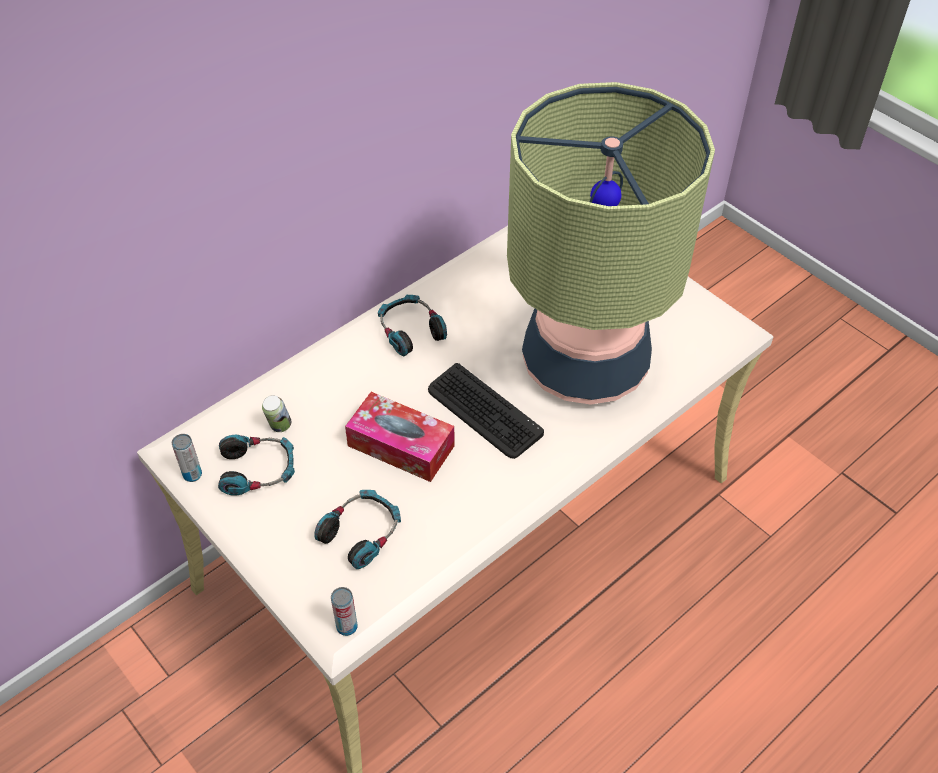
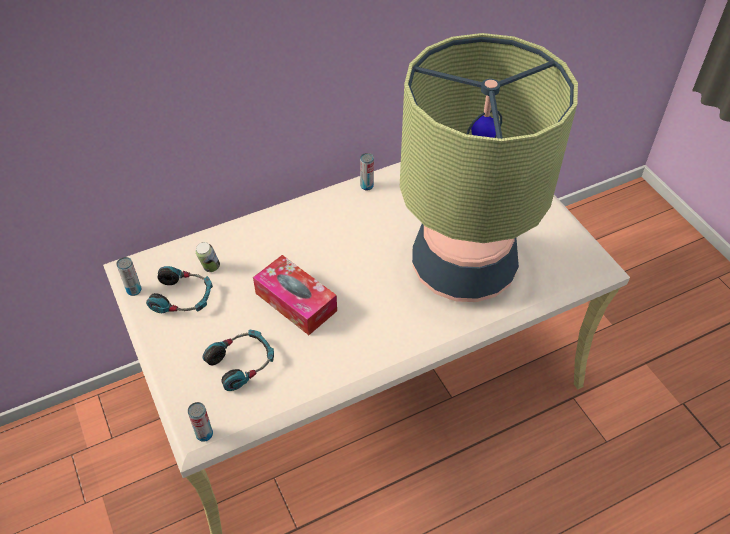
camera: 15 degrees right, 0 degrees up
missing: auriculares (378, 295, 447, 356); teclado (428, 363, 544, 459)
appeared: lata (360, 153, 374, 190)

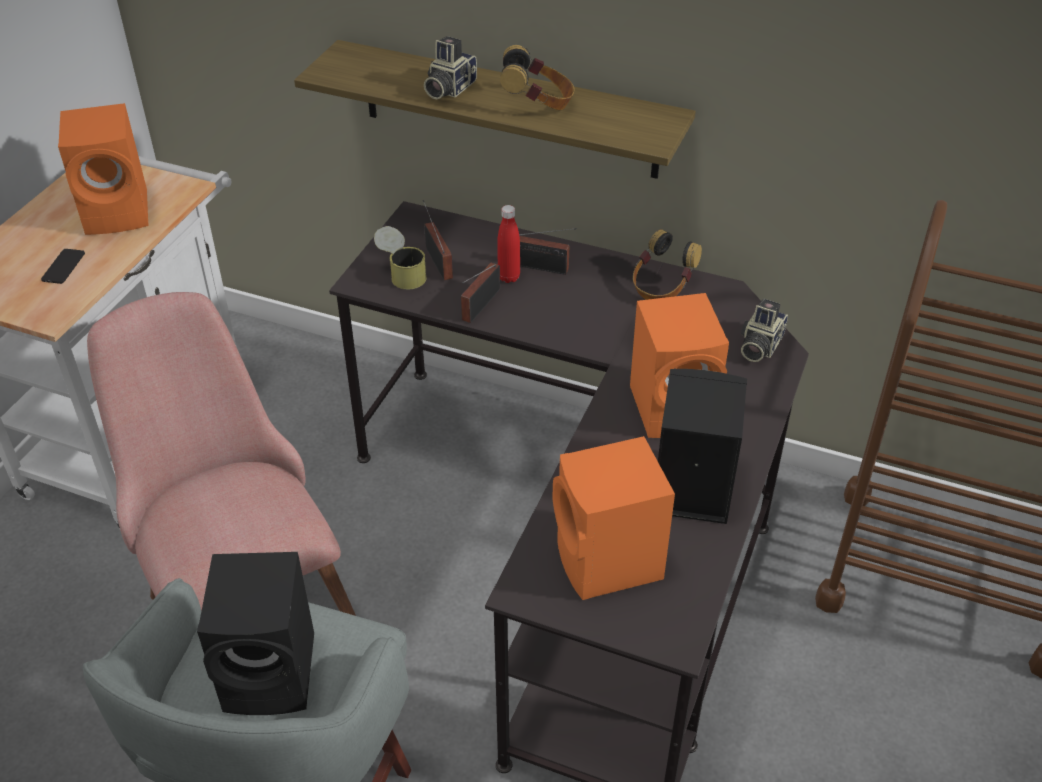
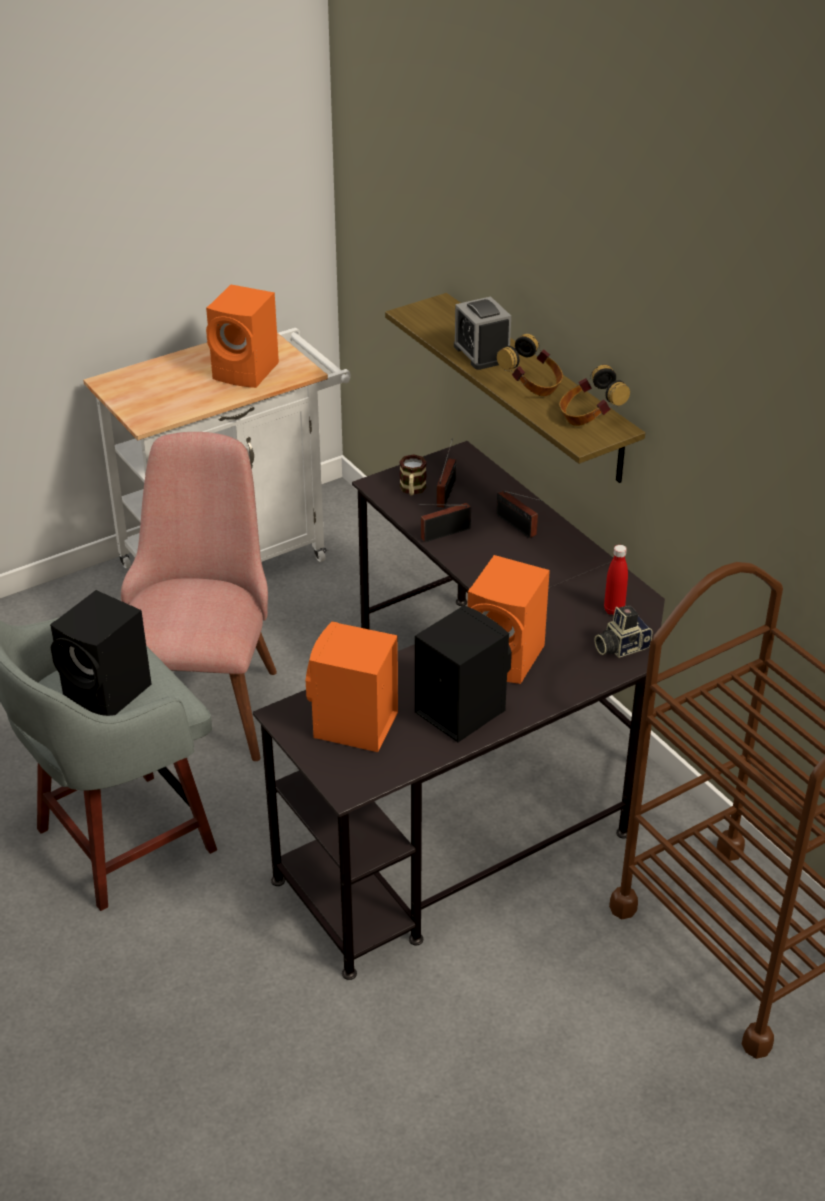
camera: 35 degrees right, 5 degrees down
missing: móvil (41, 249, 85, 284)
relocated: auriculares (633, 229, 702, 300) to (559, 365, 630, 426); botella/rojo (497, 205, 520, 283) to (604, 545, 628, 615)
exchanged: lata (374, 226, 427, 289) to taza grande (399, 454, 427, 496); cámara (424, 36, 477, 99) to despertador (454, 296, 511, 370)

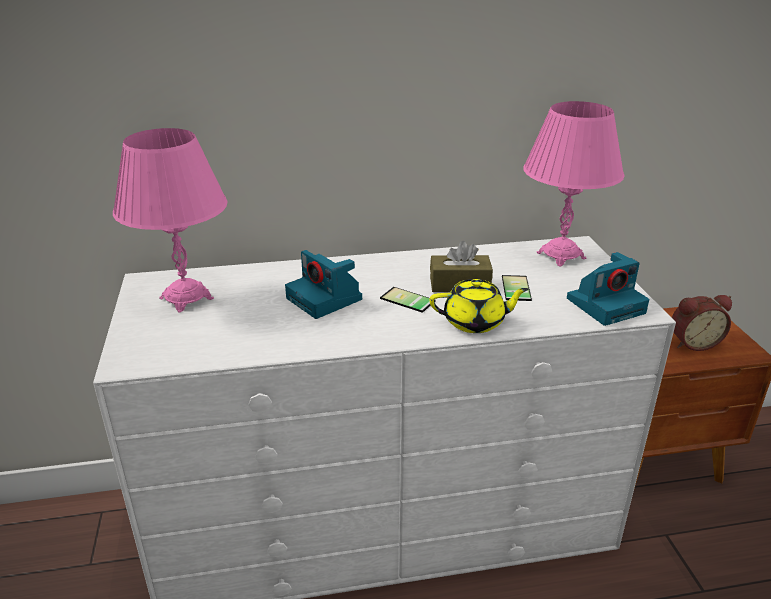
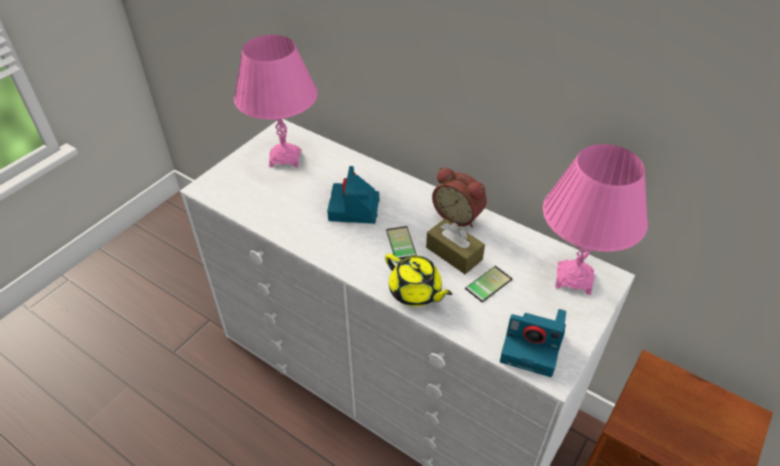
camera: 45 degrees right, 15 degrees up
relocated: despertador (672, 295, 732, 351) to (432, 167, 487, 228)

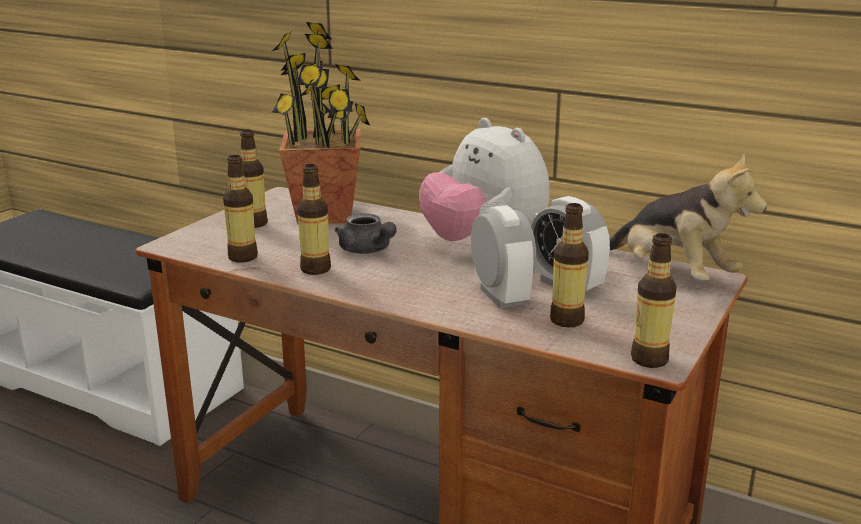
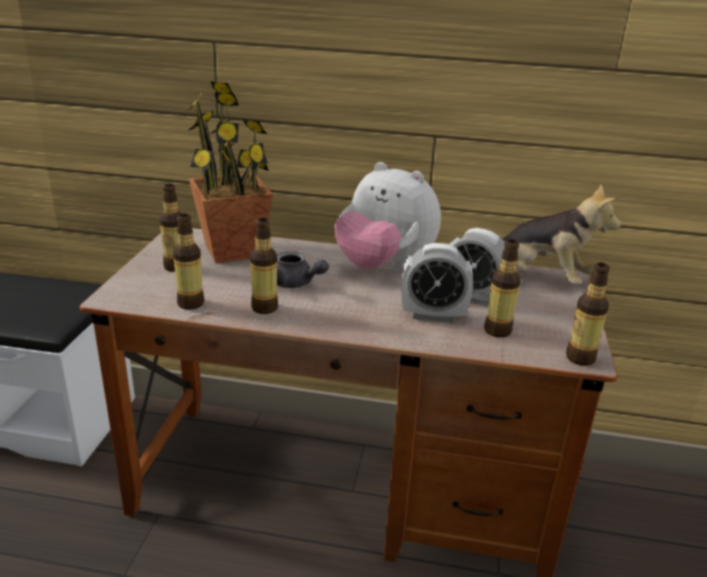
camera: 20 degrees left, 5 degrees up
spun: despertador (471, 205, 536, 308) = (401, 243, 473, 323) 135 degrees clockwise

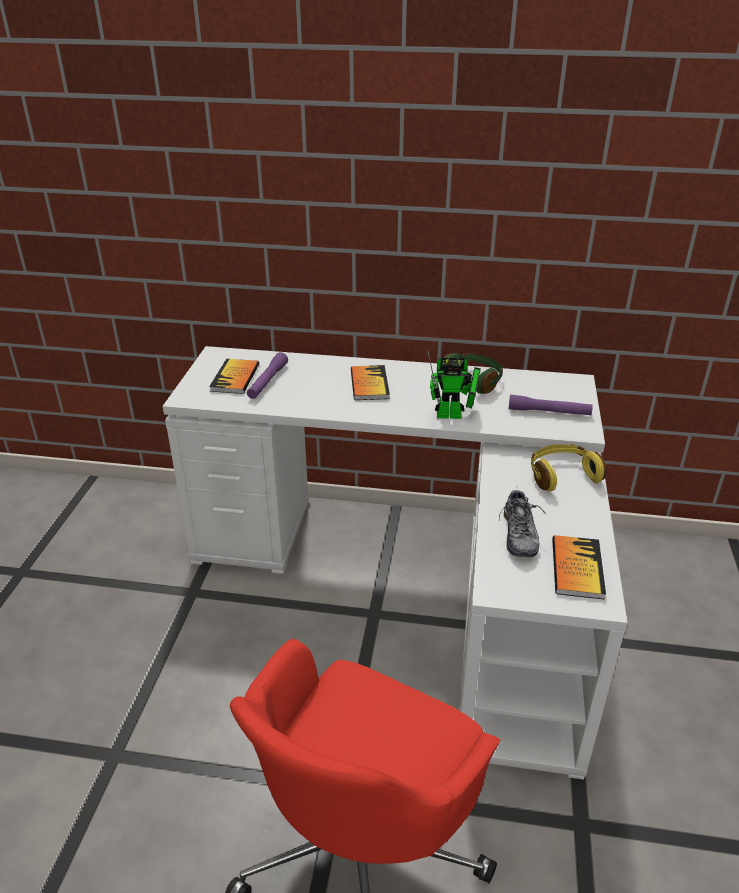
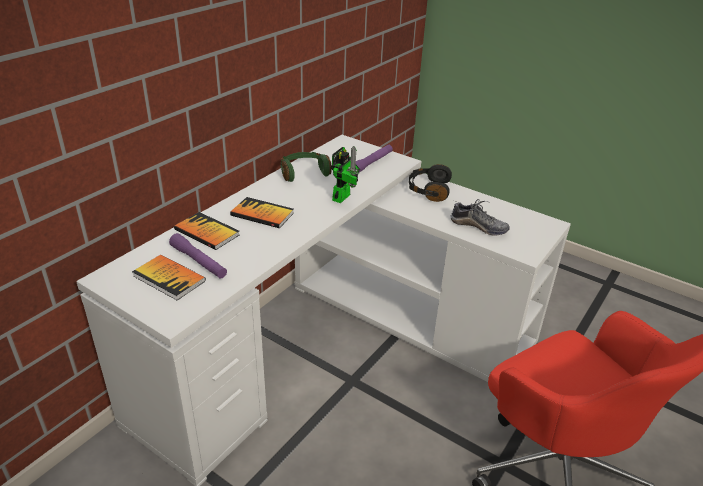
camera: 65 degrees left, 0 degrees up
relocated: libro (552, 535, 606, 600) to (174, 212, 239, 250)
colour: auriculares/amarillo (531, 444, 606, 492) to auriculares/negro (409, 164, 452, 202)

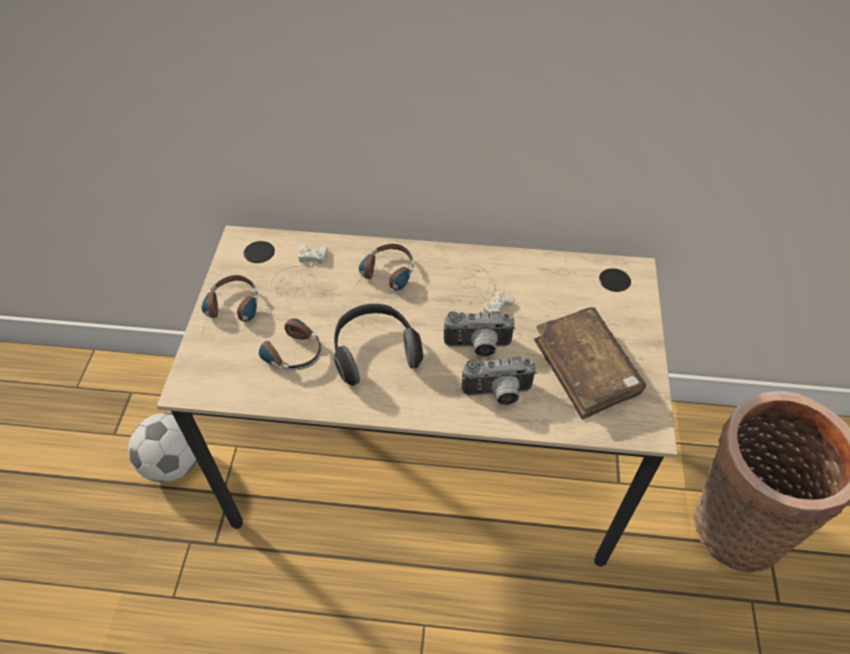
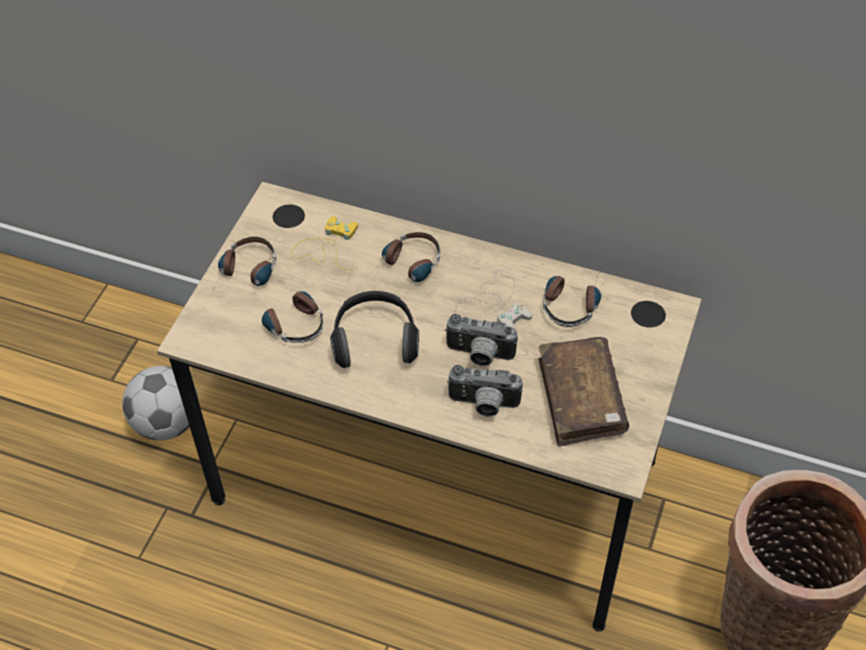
camera: 15 degrees right, 0 degrees up
appeared: auriculares (543, 271, 601, 327)
colour: mando de consola/blanco (271, 244, 339, 291) to mando de consola/amarillo (291, 216, 358, 270)

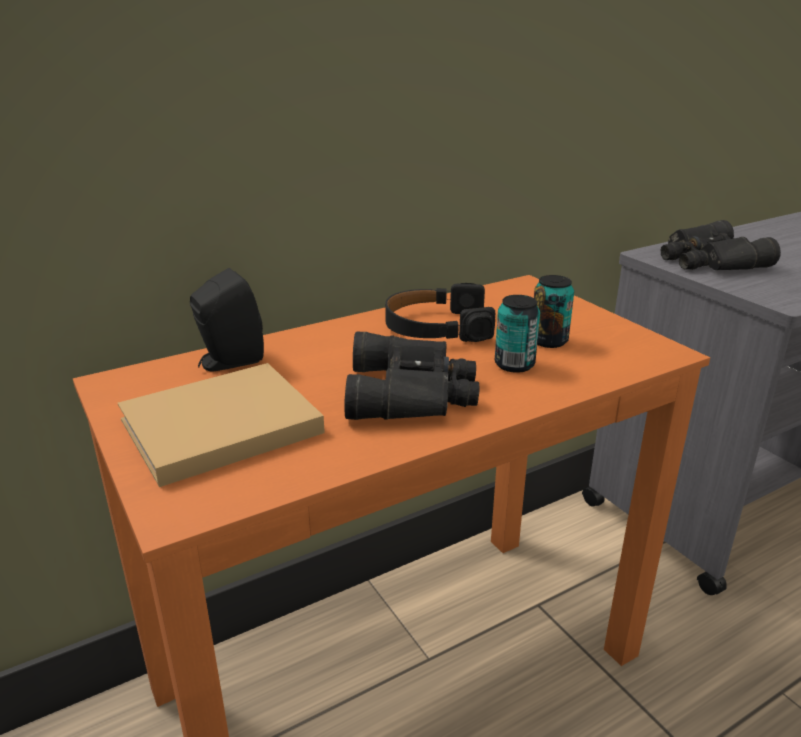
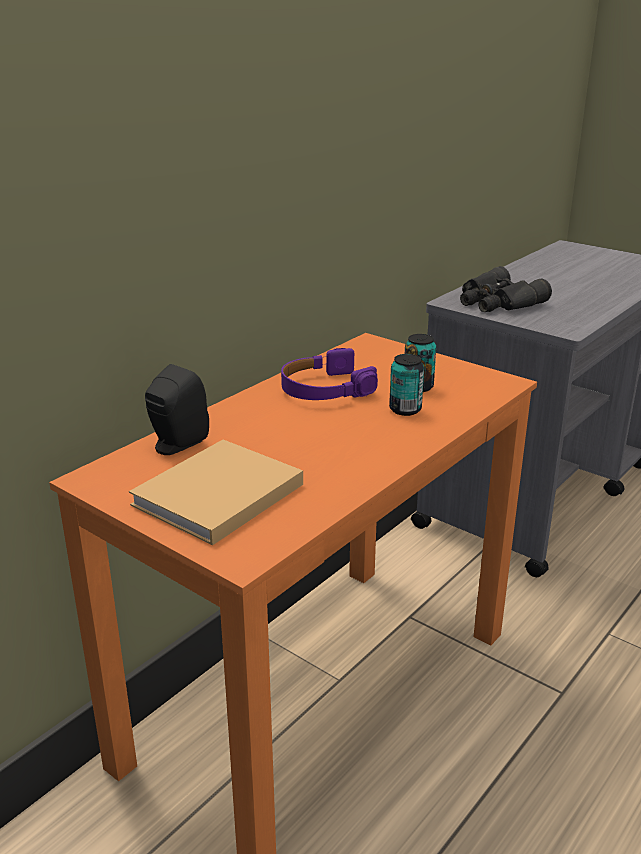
camera: 20 degrees left, 0 degrees up
missing: prismáticos/negro (344, 331, 480, 420)
colour: auriculares/negro (385, 283, 495, 342) to auriculares/morado (281, 348, 378, 400)

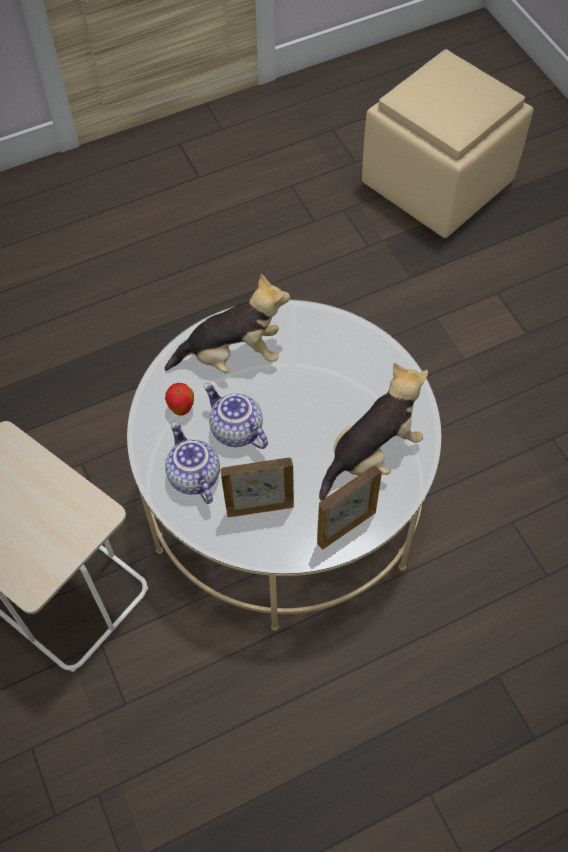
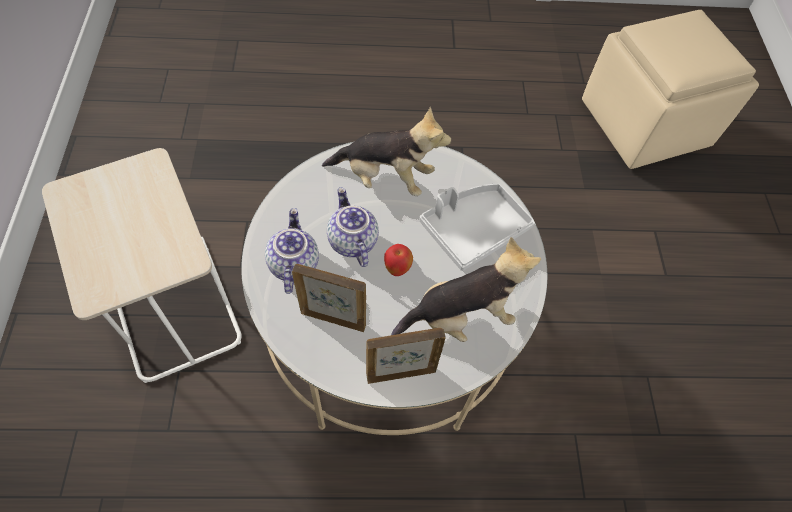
camera: 20 degrees right, 0 degrees up
appeared: bandeja/gris (419, 184, 535, 271)
relocated: manzana (165, 383, 194, 415) to (384, 244, 413, 276)

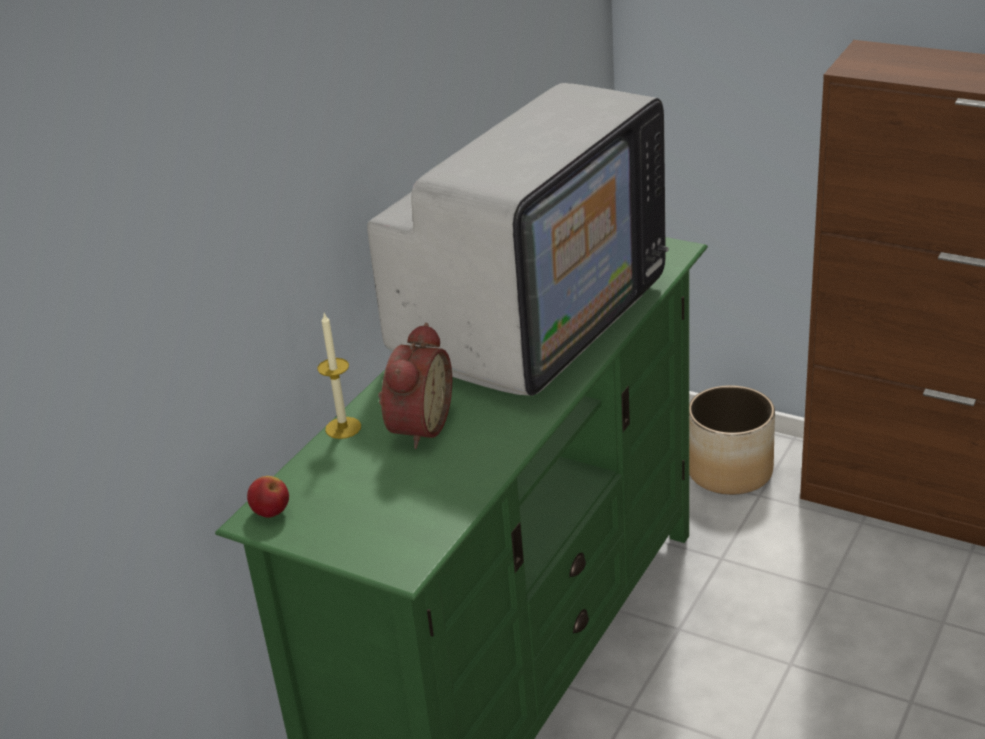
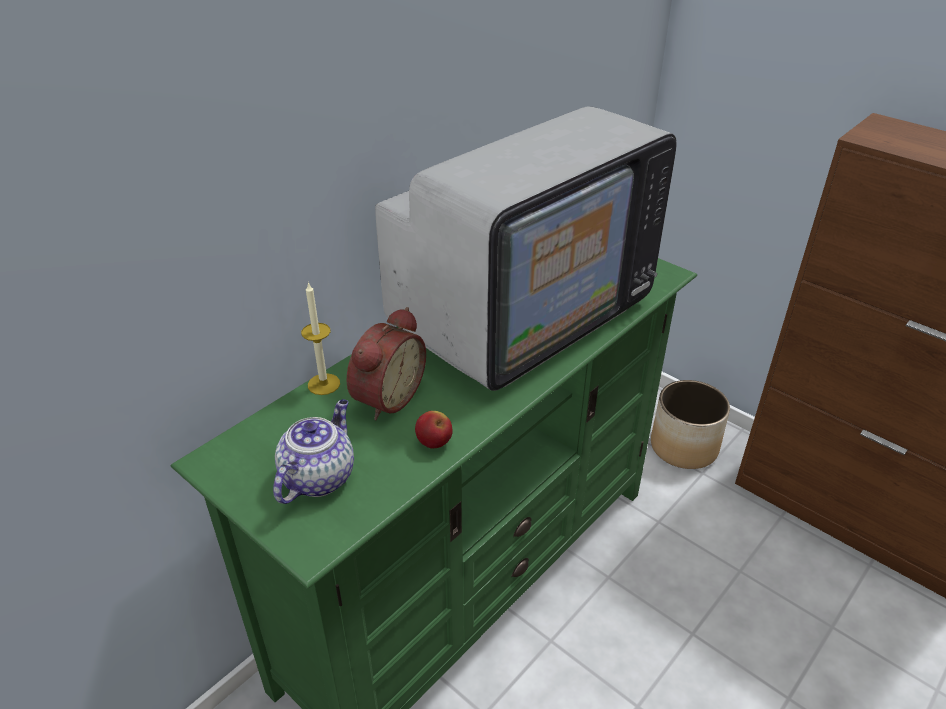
camera: 10 degrees right, 5 degrees up
appeared: tetera (273, 399, 354, 504)
relocated: manzana (247, 476, 289, 518) to (415, 411, 453, 449)

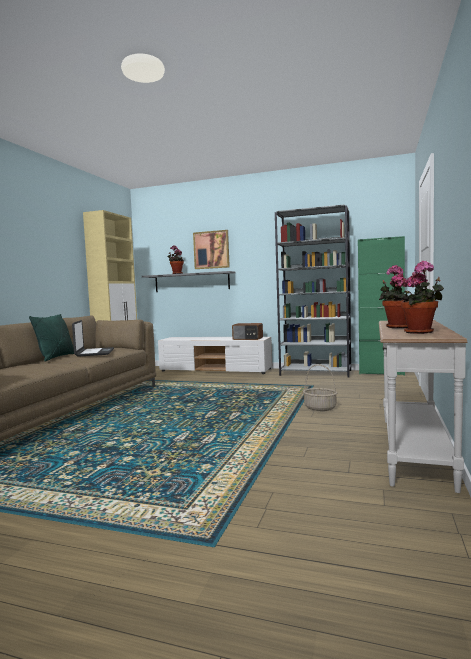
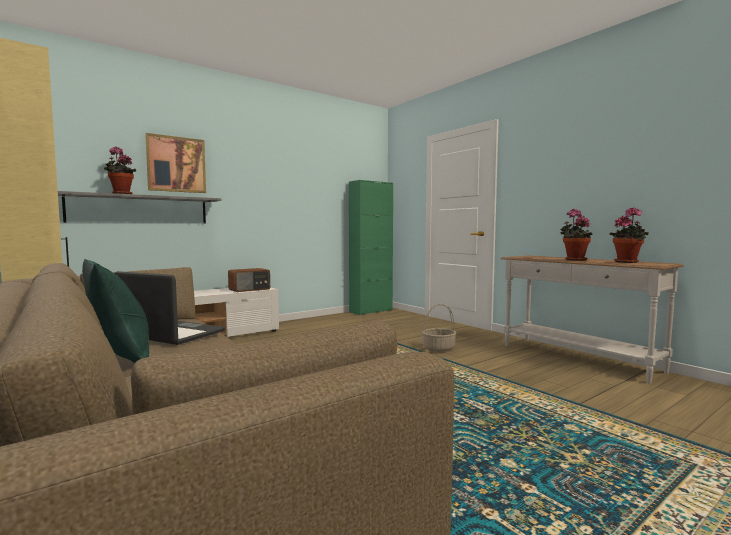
camera: 55 degrees left, 0 degrees up
missing: estantería/gris (275, 204, 351, 378)

